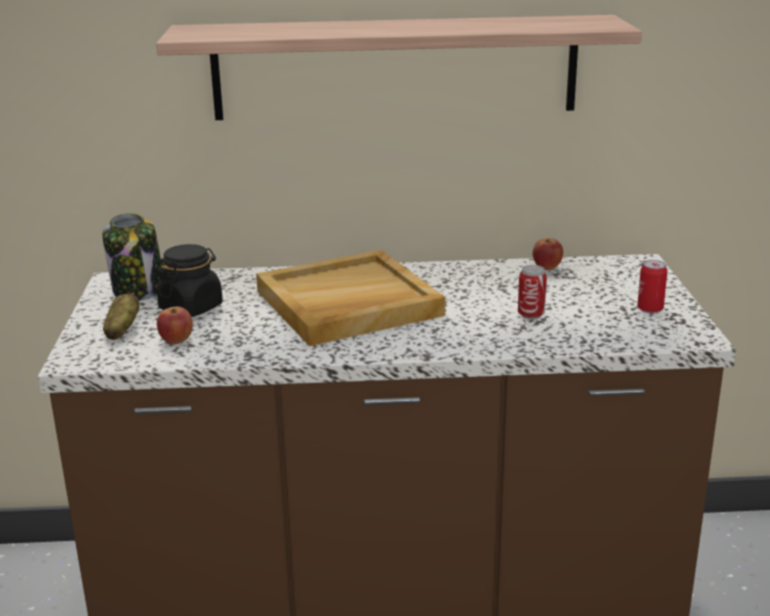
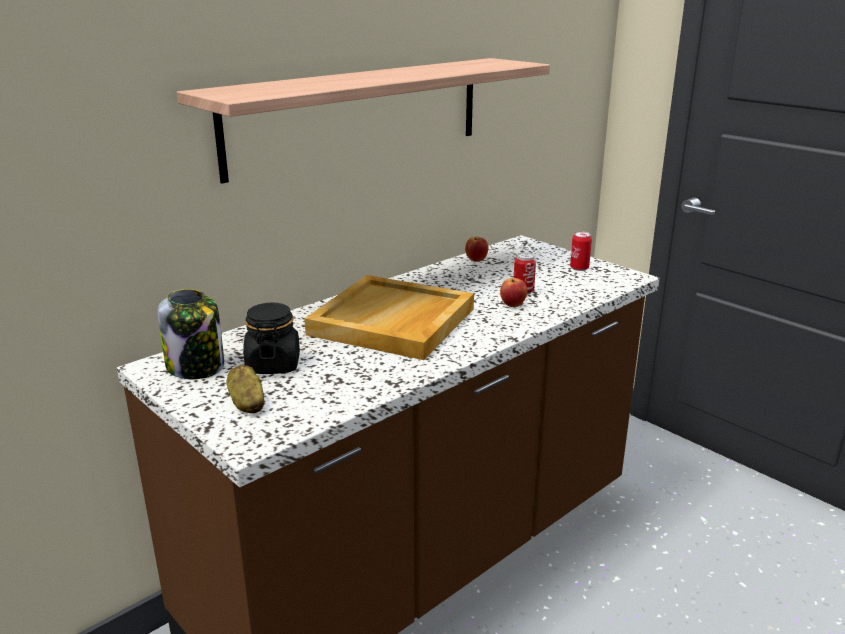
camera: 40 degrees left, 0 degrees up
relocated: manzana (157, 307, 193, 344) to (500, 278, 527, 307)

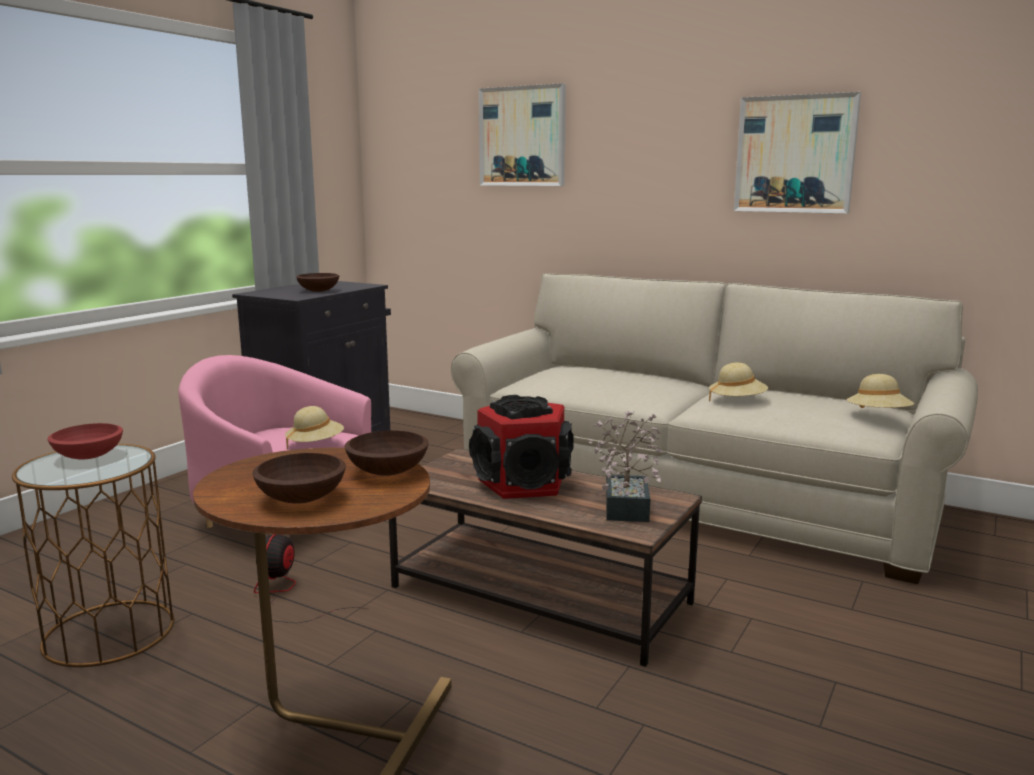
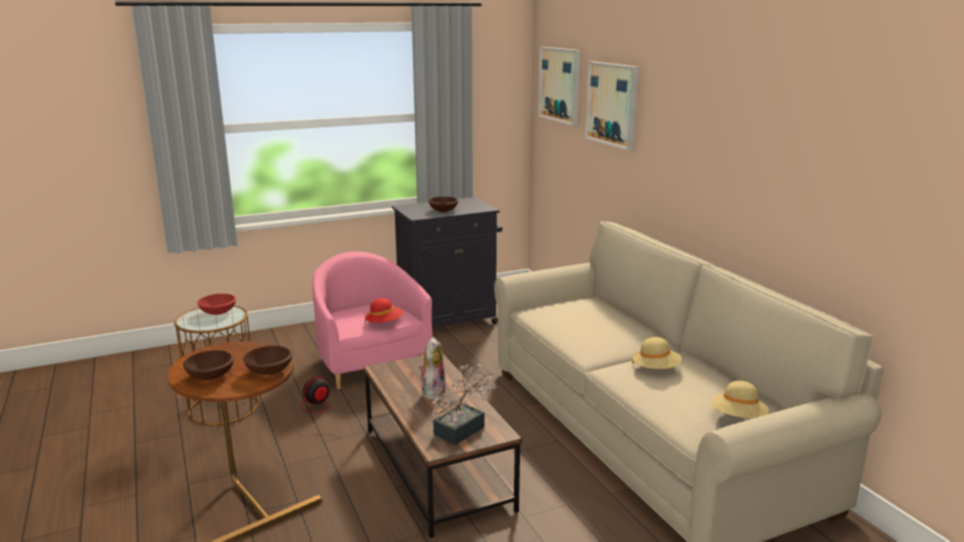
camera: 35 degrees right, 5 degrees up
relocated: cuadro (734, 92, 861, 214) to (538, 47, 580, 126)
exchanged: altavoz (469, 395, 574, 499) to peluche (419, 337, 446, 400)
colour: sombrero/beis (285, 406, 344, 450) to sombrero/rojo (365, 298, 403, 323)

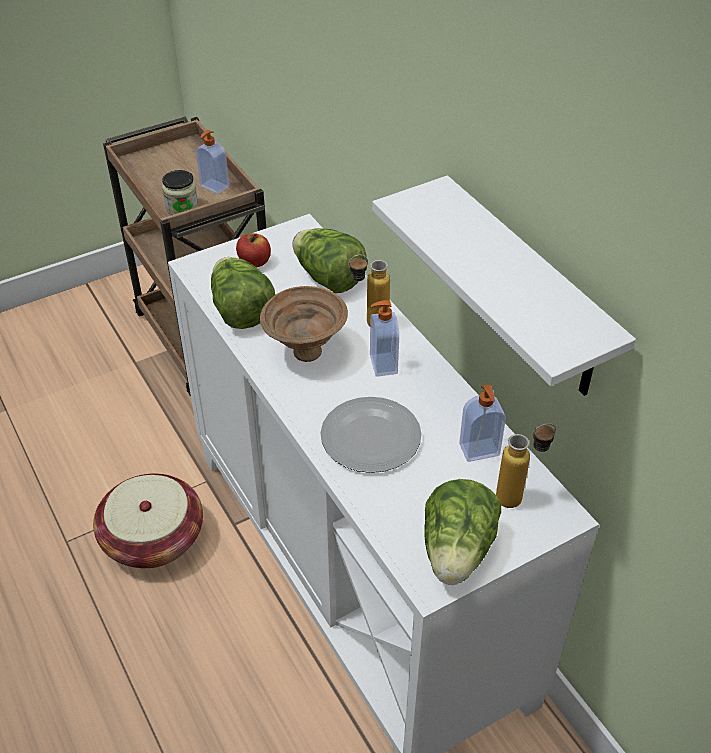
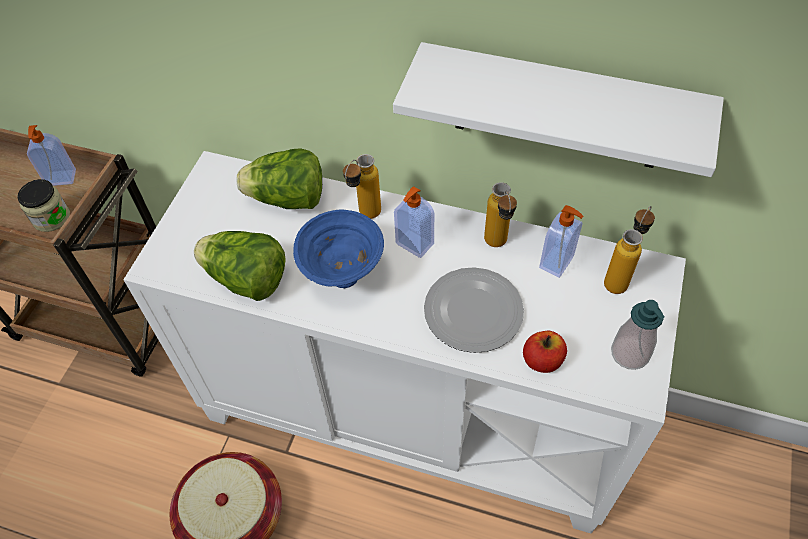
camera: 40 degrees left, 10 degrees up
appeared: botella (484, 182, 517, 247)
relocated: manzana (236, 233, 271, 267) to (523, 331, 567, 373)
exchanged: lechuga (424, 479, 501, 585) to dispensador de jabón (611, 300, 665, 370)
colour: cuenco/marrón (260, 286, 348, 362) to cuenco/azul (293, 209, 384, 288)

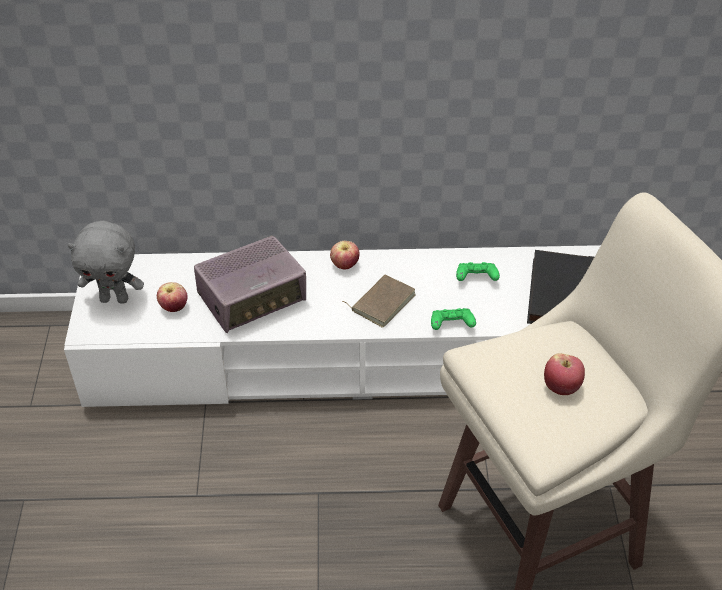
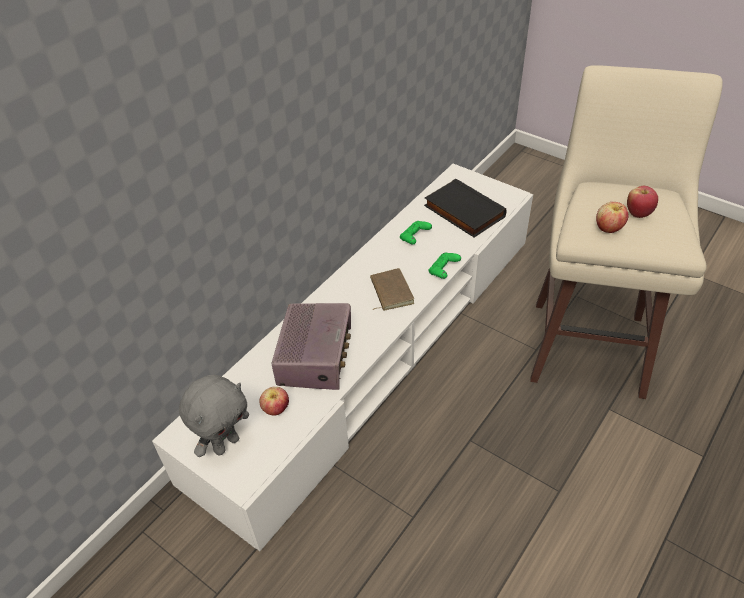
camera: 50 degrees left, 0 degrees up
relocated: manzana (330, 241, 360, 269) to (596, 202, 629, 233)

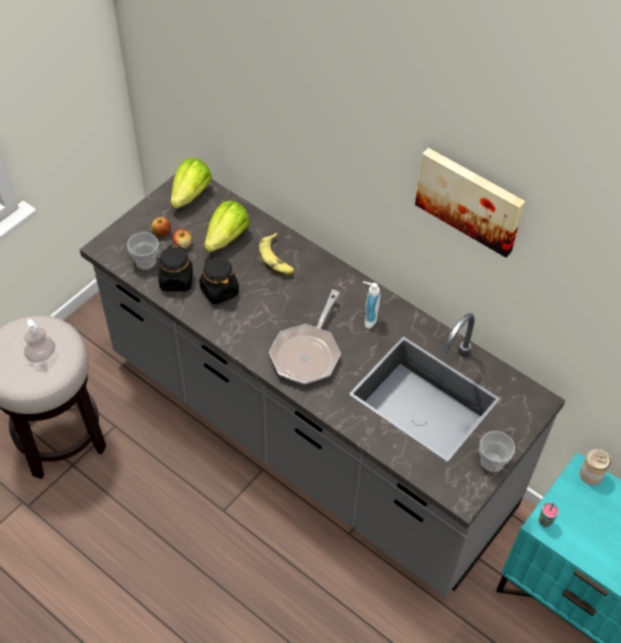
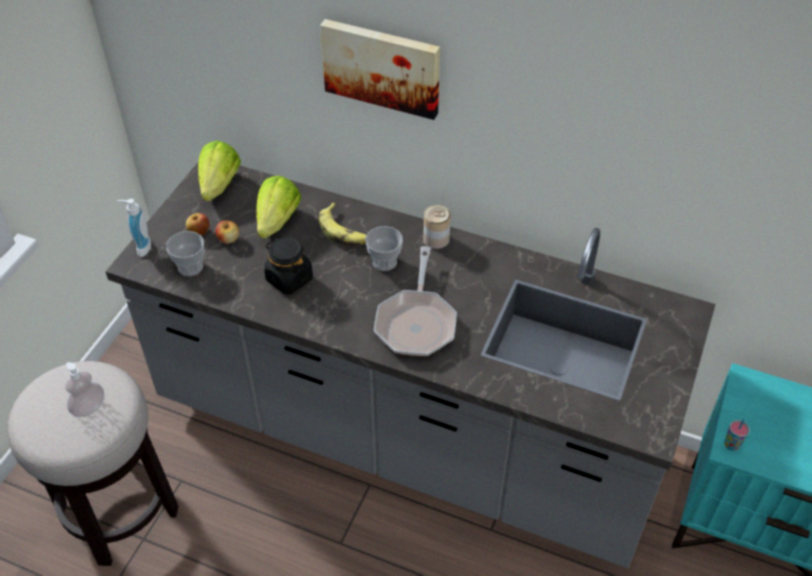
camera: 15 degrees left, 5 degrees down
missing: tarro/negro (158, 245, 193, 292)
relocated: dispensador de jabón (363, 282, 380, 329) to (117, 199, 151, 257); cuadro (415, 148, 525, 258) to (320, 19, 440, 120); taza (479, 431, 515, 472) to (365, 226, 403, 271); lata (579, 449, 611, 486) to (423, 205, 451, 249)

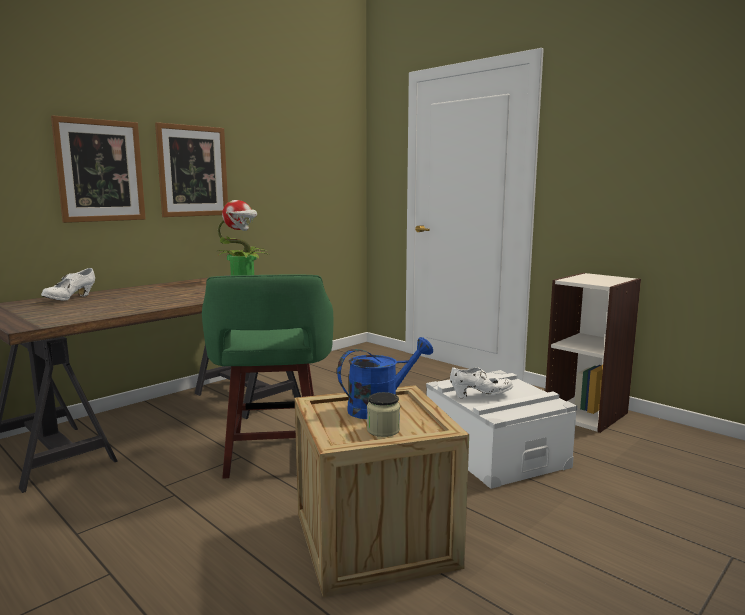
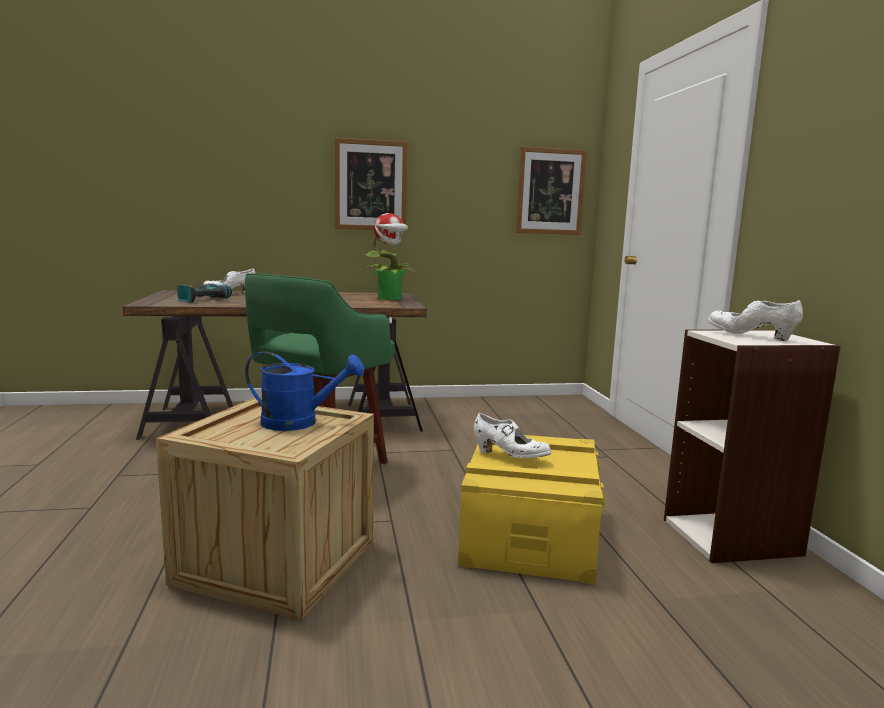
camera: 35 degrees right, 0 degrees up
missing: tarro (367, 392, 400, 437)
appeared: taladro (177, 284, 232, 303); zapato/blanco (708, 300, 803, 341)
relocated: cuadro (51, 115, 146, 223) to (516, 147, 587, 235)
colour: caja de almacenaje/blanco (426, 370, 577, 489) to caja de almacenaje/amarillo (458, 435, 606, 585)

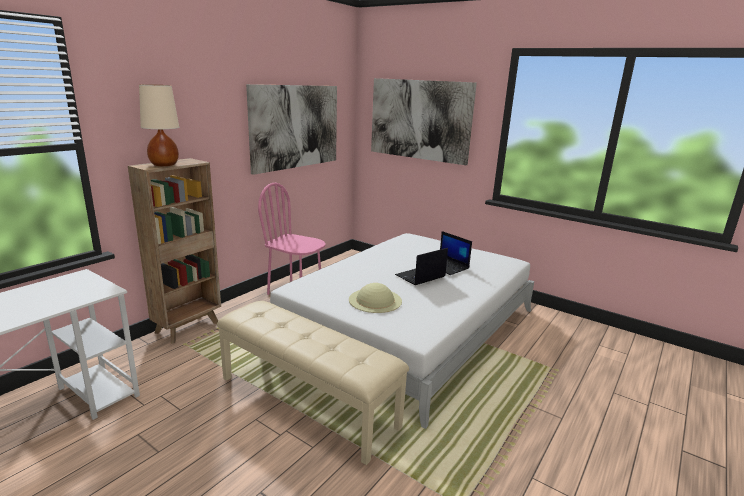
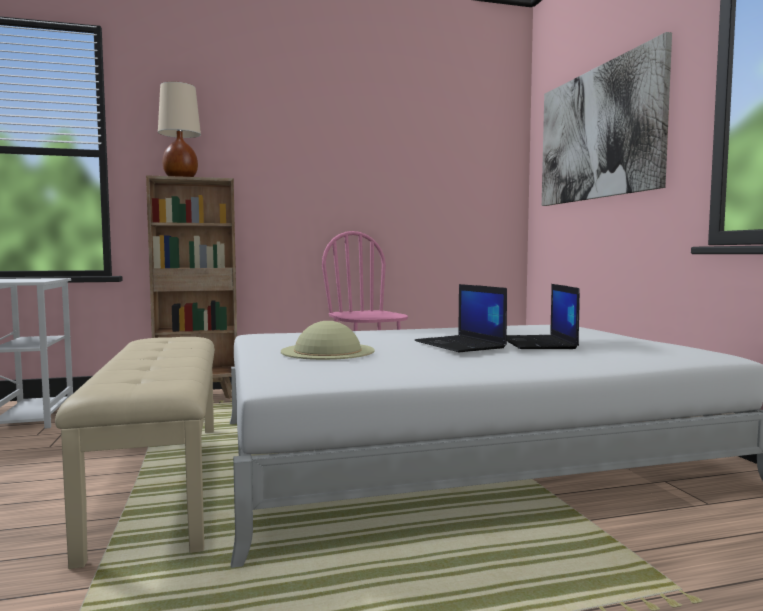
camera: 40 degrees right, 15 degrees down
missing: cuadro (246, 84, 337, 175)
spun: portátil (395, 248, 448, 285) = (414, 284, 507, 352) 120 degrees counterclockwise

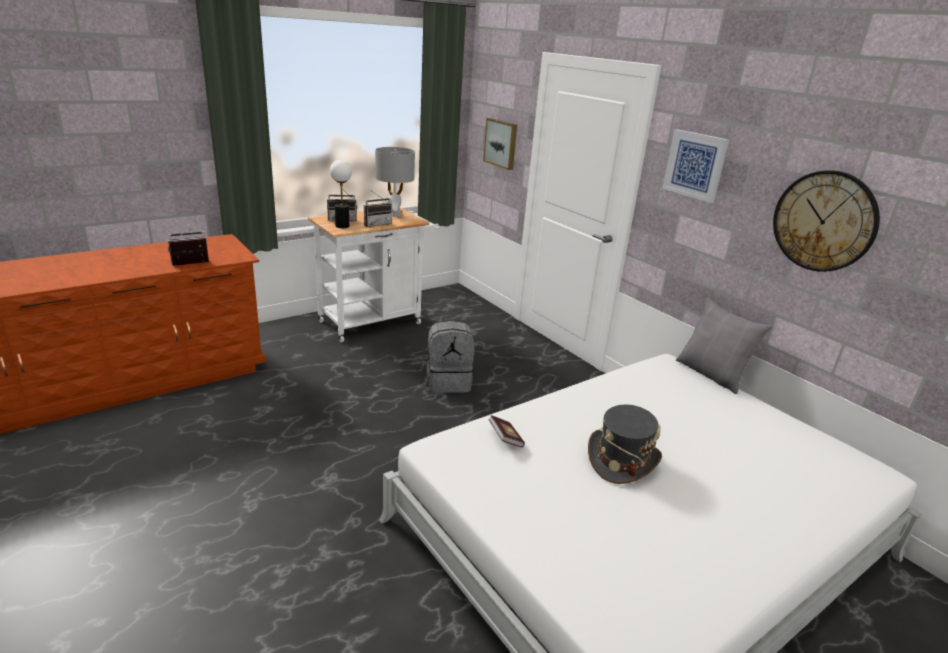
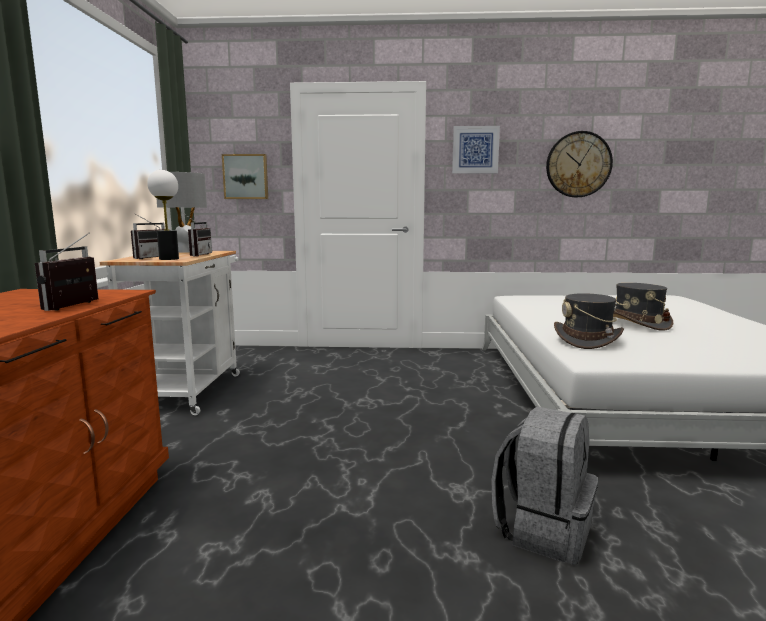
camera: 50 degrees left, 15 degrees down
missing: cojín/gris (676, 297, 772, 394)
relocated: mochila/gris (427, 321, 475, 393) to (491, 406, 598, 565)
exchanged: libro (489, 415, 525, 448) to sombrero/gris (554, 293, 624, 349)

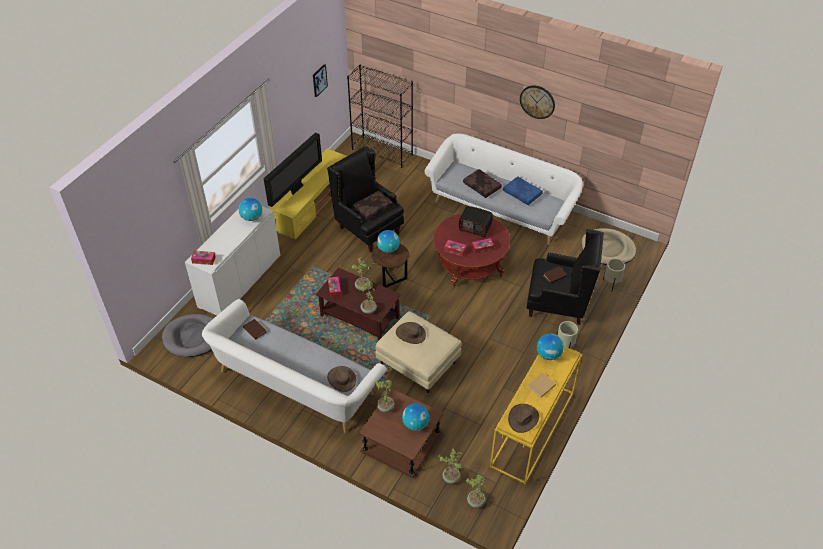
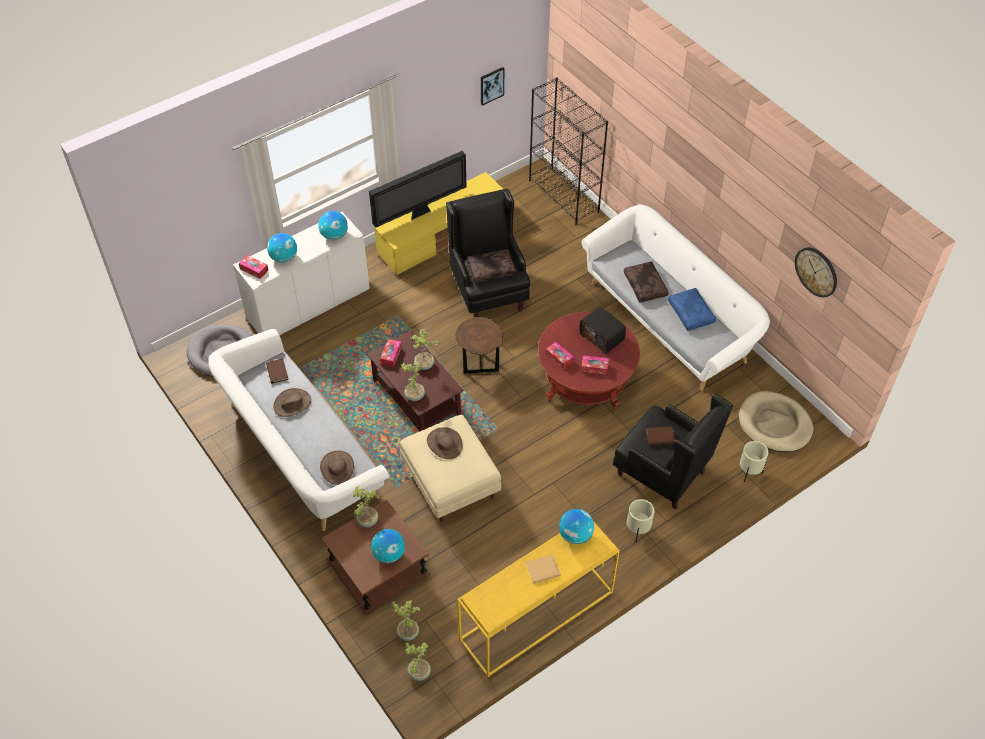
camera: 25 degrees right, 5 degrees up
relocated: globo terráqueo (377, 230, 400, 253) to (267, 233, 297, 263); sombrero/marrón (508, 404, 539, 433) to (274, 388, 311, 417); reloj de pared (520, 85, 555, 119) to (795, 247, 837, 297)

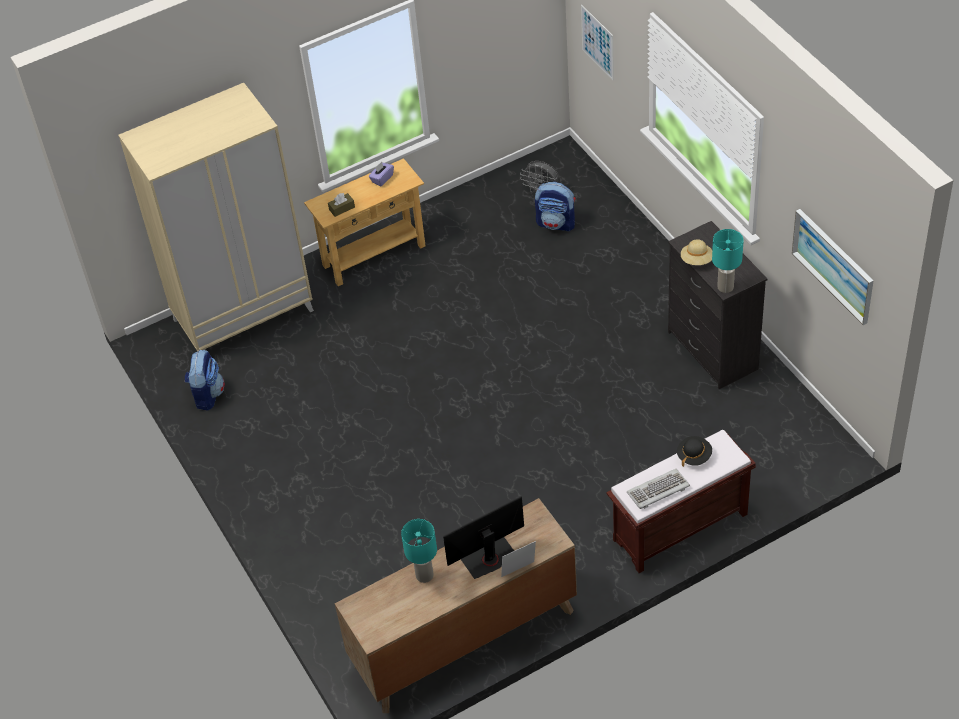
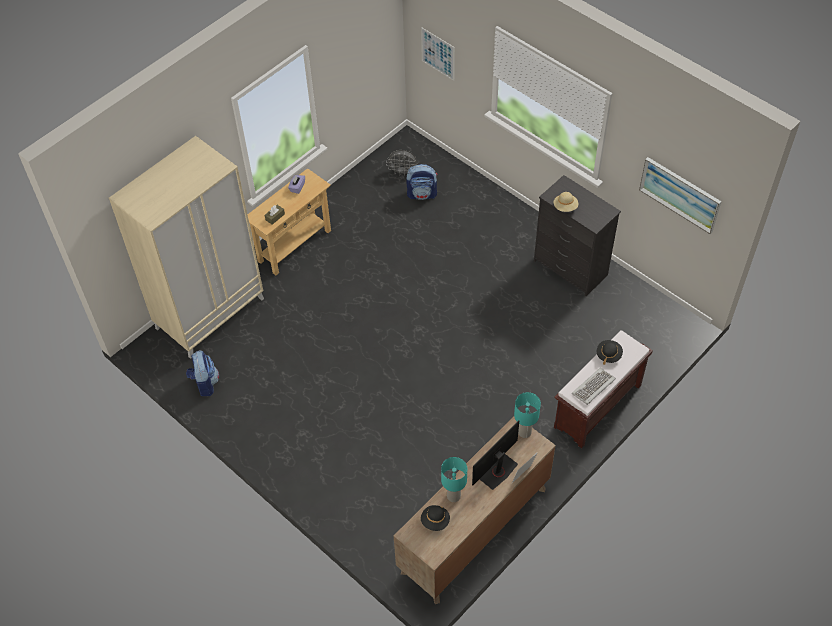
camera: 20 degrees left, 5 degrees up
appeared: sombrero/negro (421, 505, 450, 531)
relocated: lámpara de mesa/turquesa (712, 229, 744, 293) to (514, 392, 541, 438)

